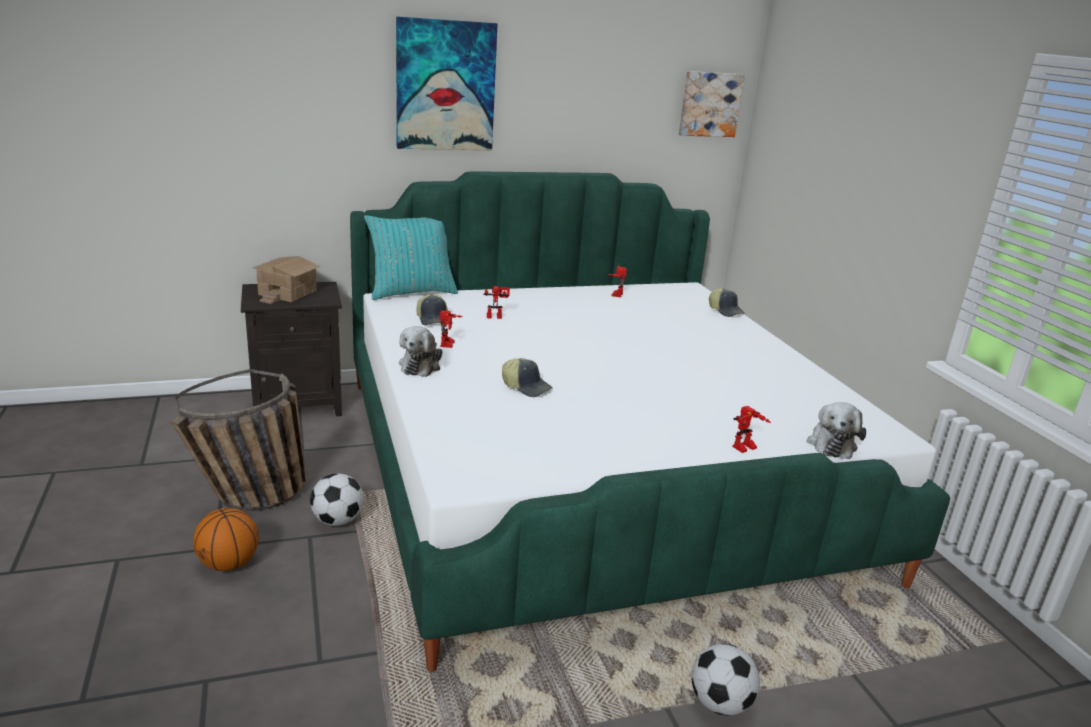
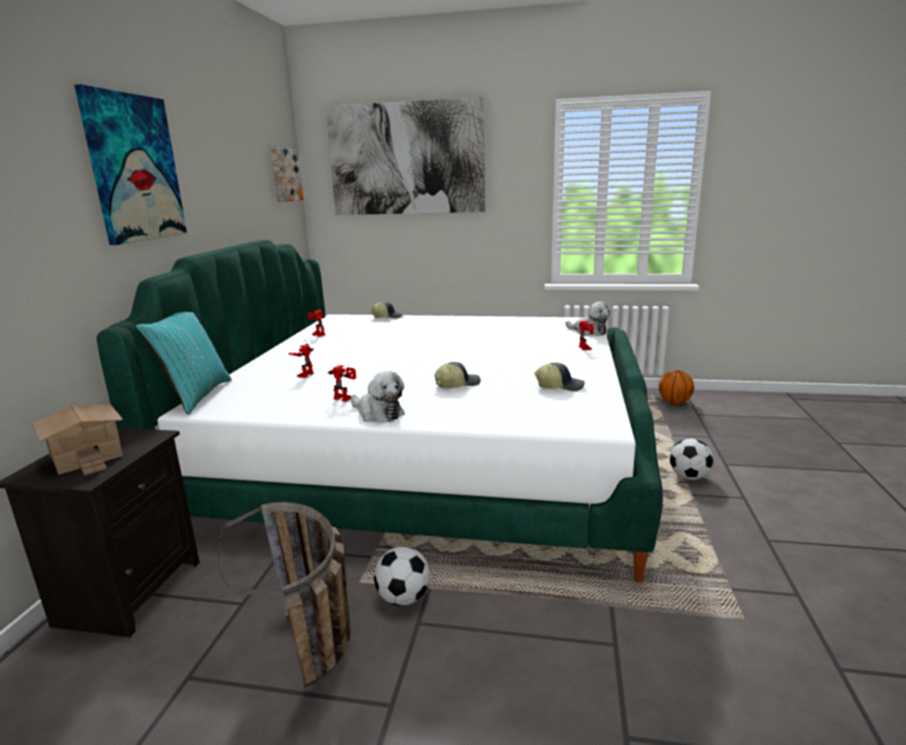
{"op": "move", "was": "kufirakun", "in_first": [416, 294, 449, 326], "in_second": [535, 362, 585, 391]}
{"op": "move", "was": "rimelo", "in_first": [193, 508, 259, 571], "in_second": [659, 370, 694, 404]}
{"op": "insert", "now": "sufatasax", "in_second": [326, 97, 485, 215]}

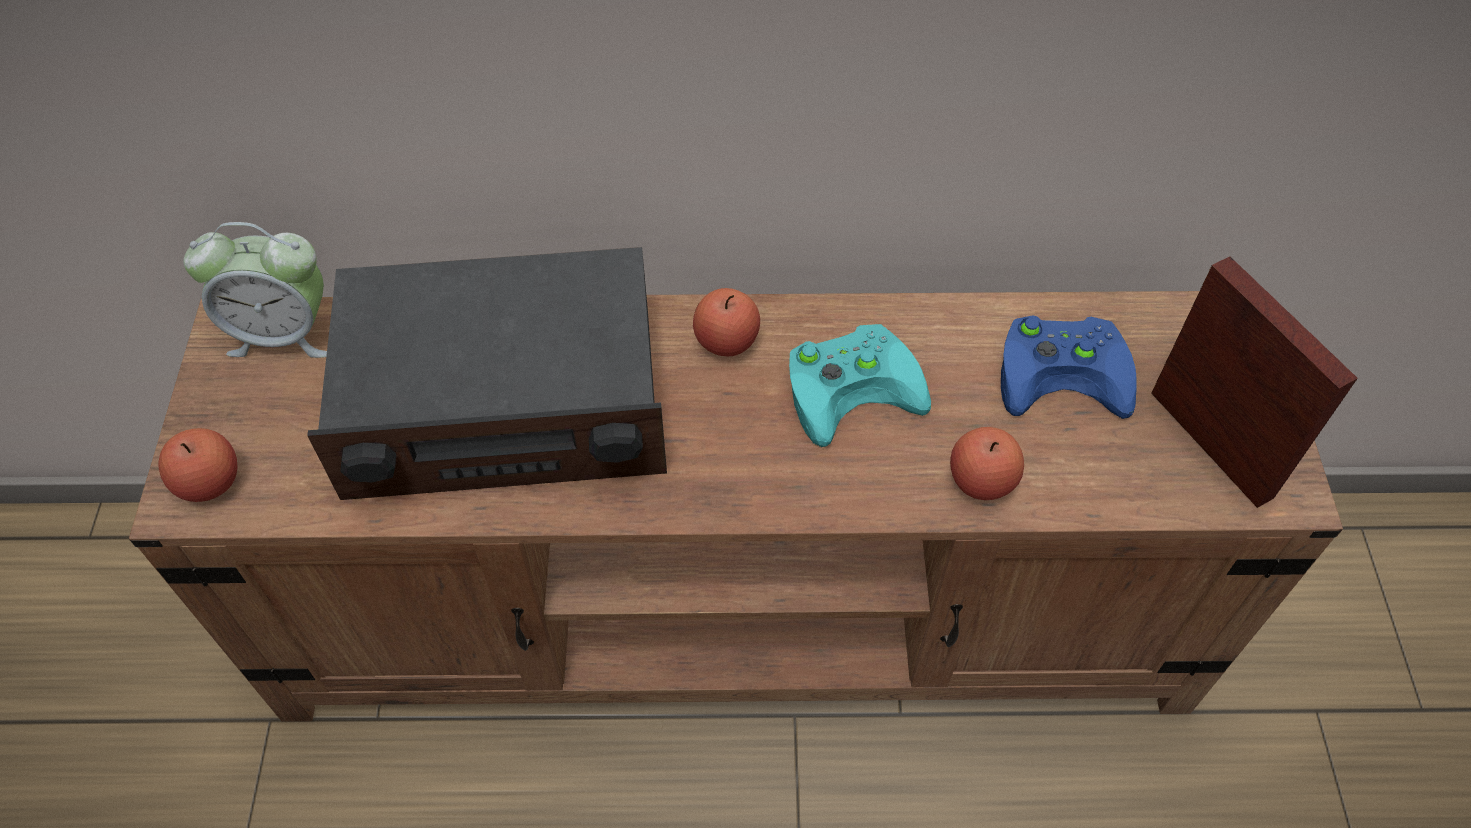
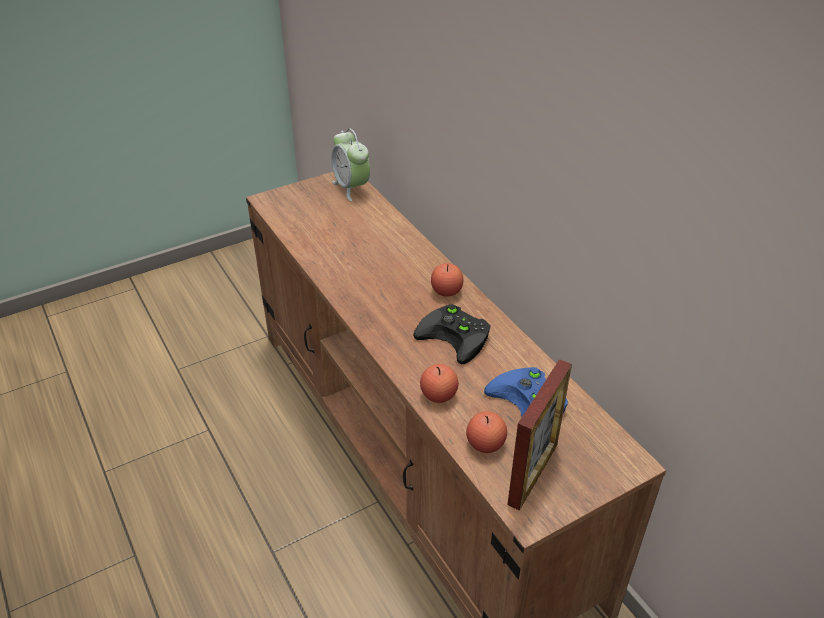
{"op": "delete", "was": "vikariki", "in_first": [307, 247, 667, 500]}
{"op": "recolor", "was": "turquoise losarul", "now": "black losarul", "in_first": [789, 324, 931, 447], "in_second": [413, 304, 491, 364]}
{"op": "move", "was": "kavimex", "in_first": [159, 428, 237, 502], "in_second": [466, 411, 507, 453]}

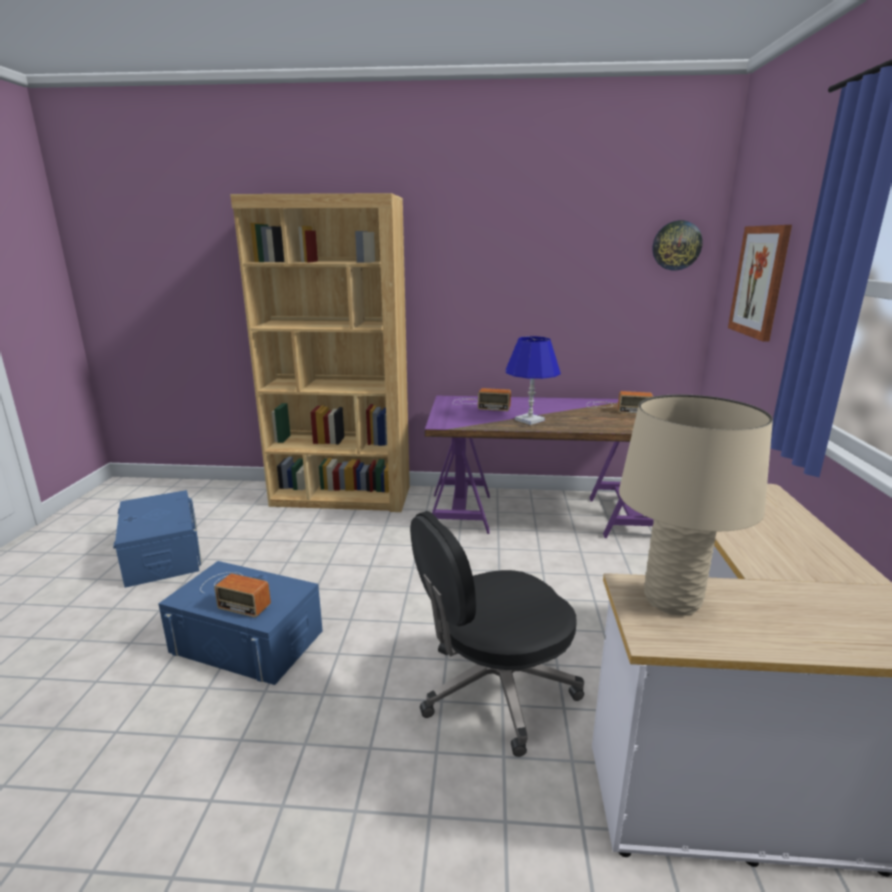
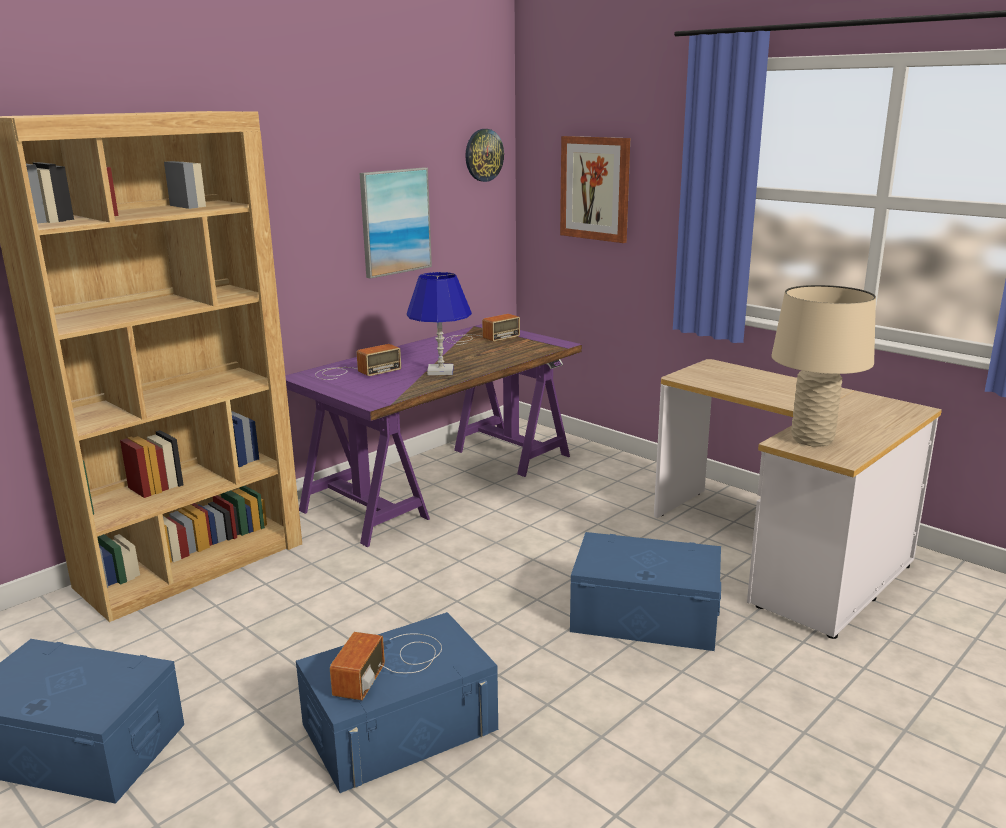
{"op": "replace", "was": "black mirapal", "now": "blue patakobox", "in_first": [410, 511, 584, 757], "in_second": [570, 532, 721, 651]}
{"op": "rotate", "was": "vikariki", "in_first": [200, 572, 271, 618], "in_second": [330, 632, 442, 700], "clockwise": 135}
{"op": "insert", "now": "sufatasax", "in_second": [360, 167, 432, 279]}

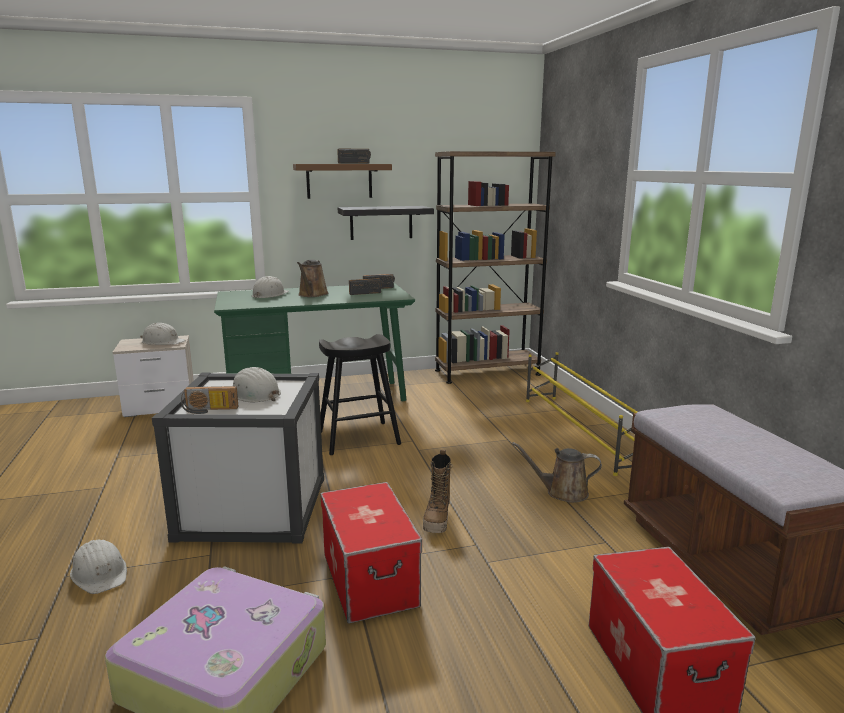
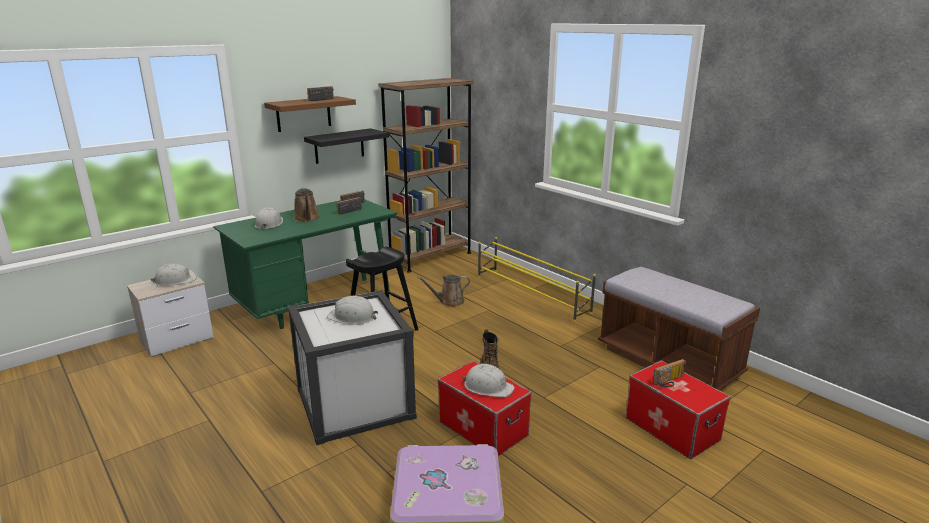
{"op": "move", "was": "vikariki", "in_first": [181, 386, 238, 414], "in_second": [653, 359, 686, 387]}
{"op": "move", "was": "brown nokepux", "in_first": [512, 442, 602, 503], "in_second": [417, 275, 470, 306]}
{"op": "move", "was": "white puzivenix", "in_first": [70, 540, 127, 594], "in_second": [462, 364, 515, 397]}

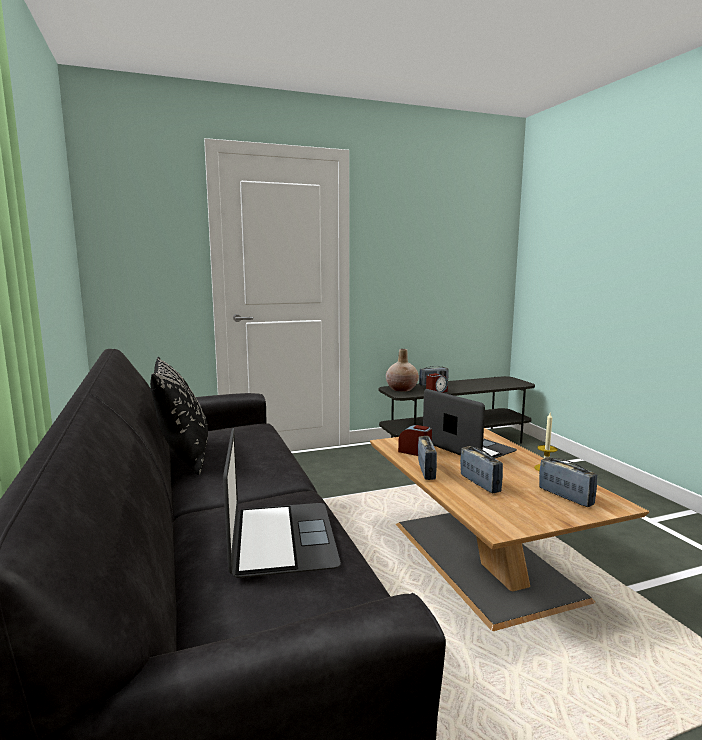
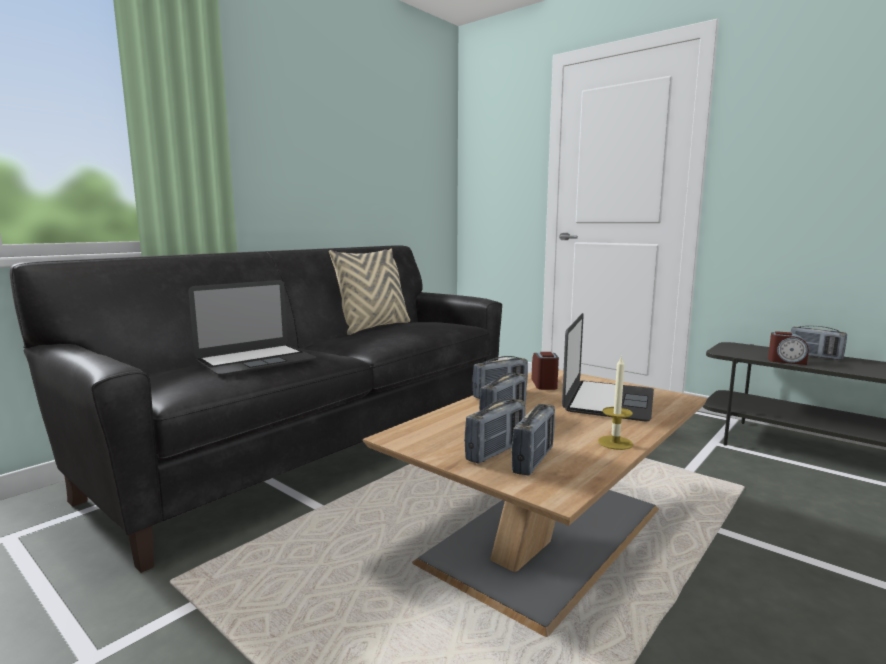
{"op": "delete", "was": "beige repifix", "in_first": [386, 349, 419, 391]}
{"op": "recolor", "was": "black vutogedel", "now": "beige vutogedel", "in_first": [150, 357, 208, 475], "in_second": [329, 249, 410, 335]}
{"op": "insert", "now": "vikariki", "in_second": [464, 398, 525, 464]}

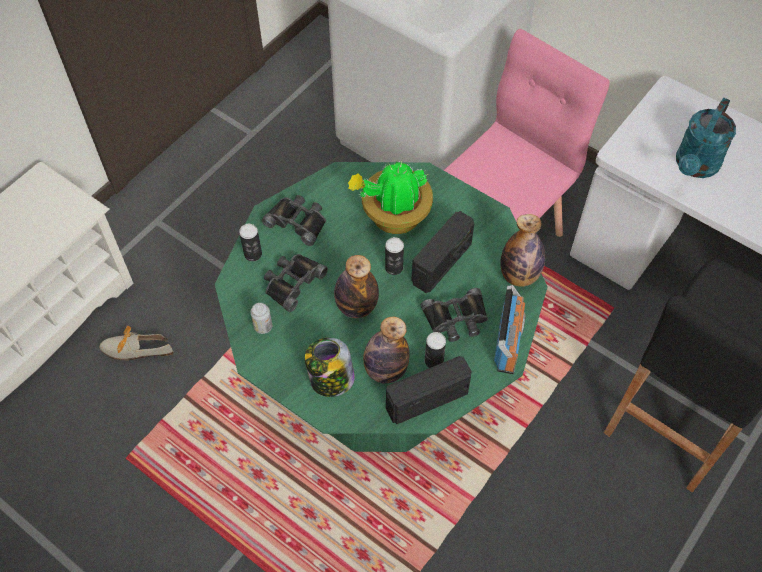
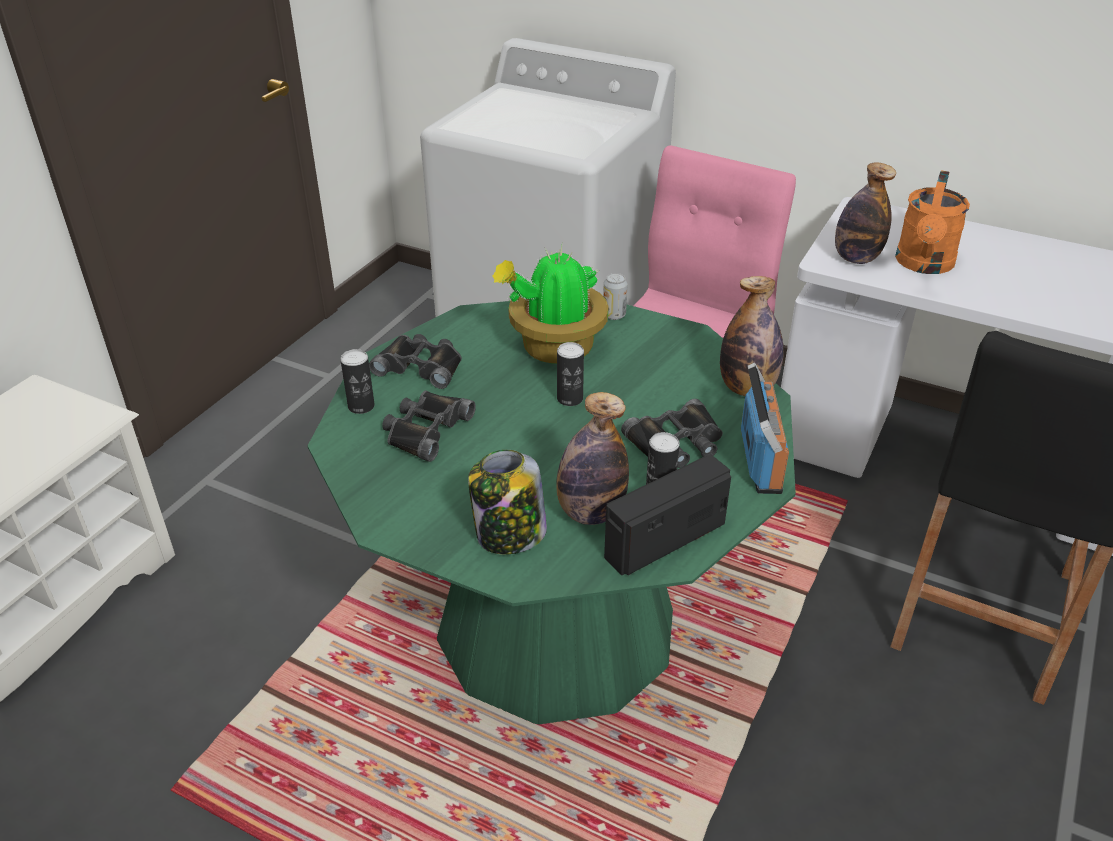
{"op": "recolor", "was": "turquoise nokepux", "now": "orange nokepux", "in_first": [676, 98, 736, 178], "in_second": [895, 170, 970, 274]}
{"op": "delete", "was": "vikariki", "in_first": [411, 211, 474, 293]}
{"op": "move", "was": "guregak", "in_first": [334, 255, 379, 318], "in_second": [835, 163, 896, 264]}
{"op": "move", "was": "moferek", "in_first": [251, 303, 272, 334], "in_second": [603, 273, 628, 320]}
{"op": "delete", "was": "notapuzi", "in_first": [99, 326, 173, 360]}

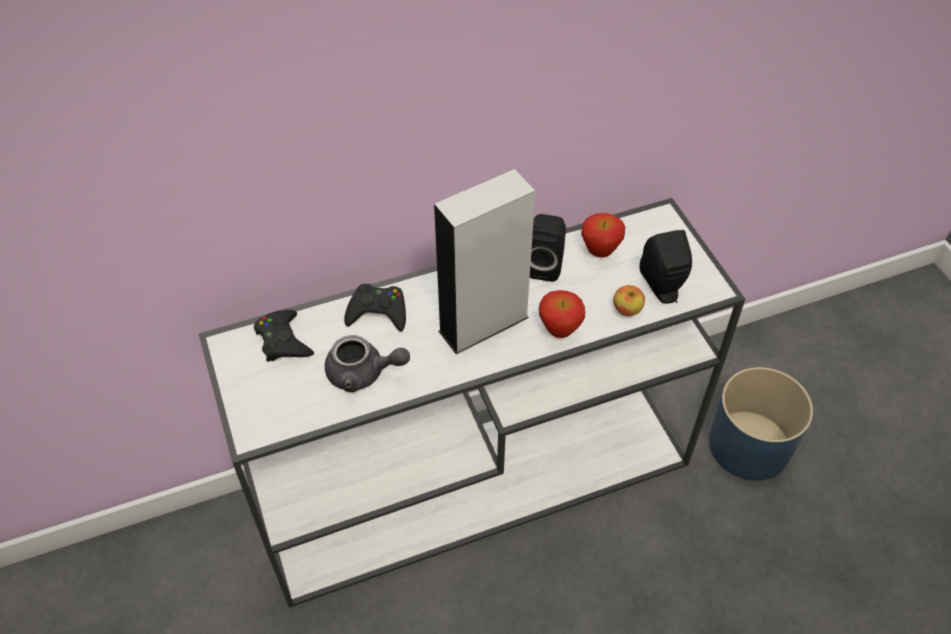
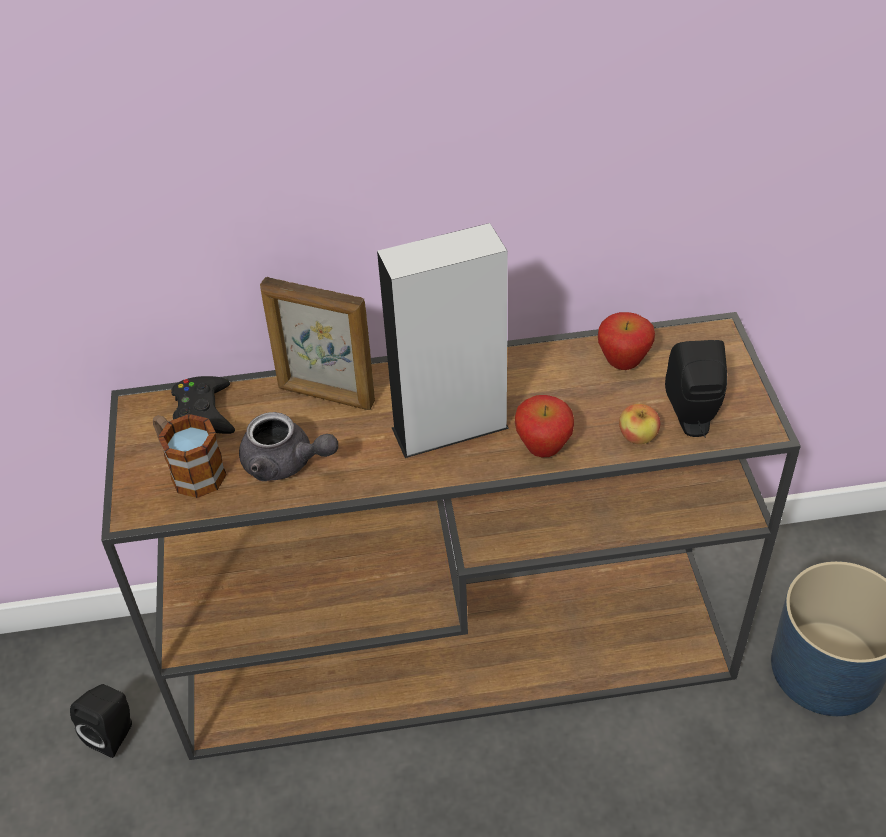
{"op": "recolor", "was": "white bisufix", "now": "brown bisufix", "in_first": [199, 198, 745, 608], "in_second": [101, 312, 801, 760]}
{"op": "move", "was": "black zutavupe", "in_first": [530, 214, 566, 282], "in_second": [70, 684, 132, 758]}
{"op": "replace", "was": "black losarul", "now": "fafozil", "in_first": [344, 284, 406, 332], "in_second": [260, 277, 375, 410]}
{"op": "insert", "now": "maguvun", "in_second": [153, 414, 227, 498]}

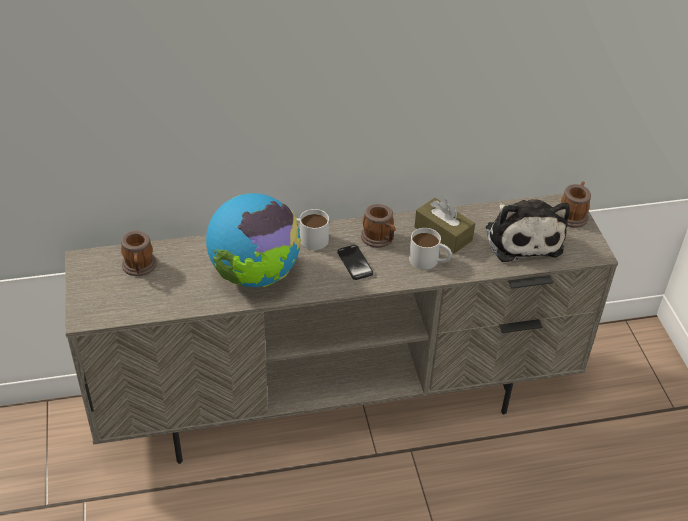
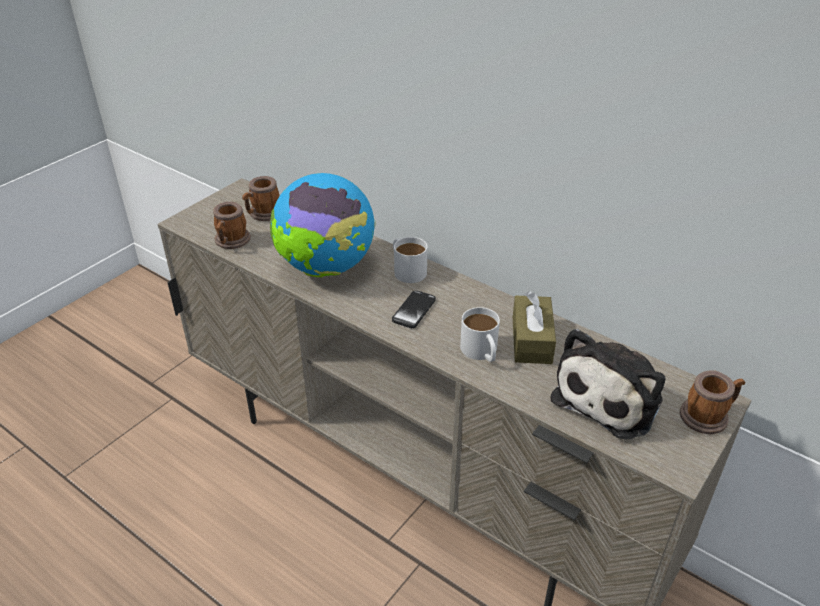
{"op": "move", "was": "maguvun", "in_first": [361, 204, 396, 248], "in_second": [213, 202, 251, 249]}

